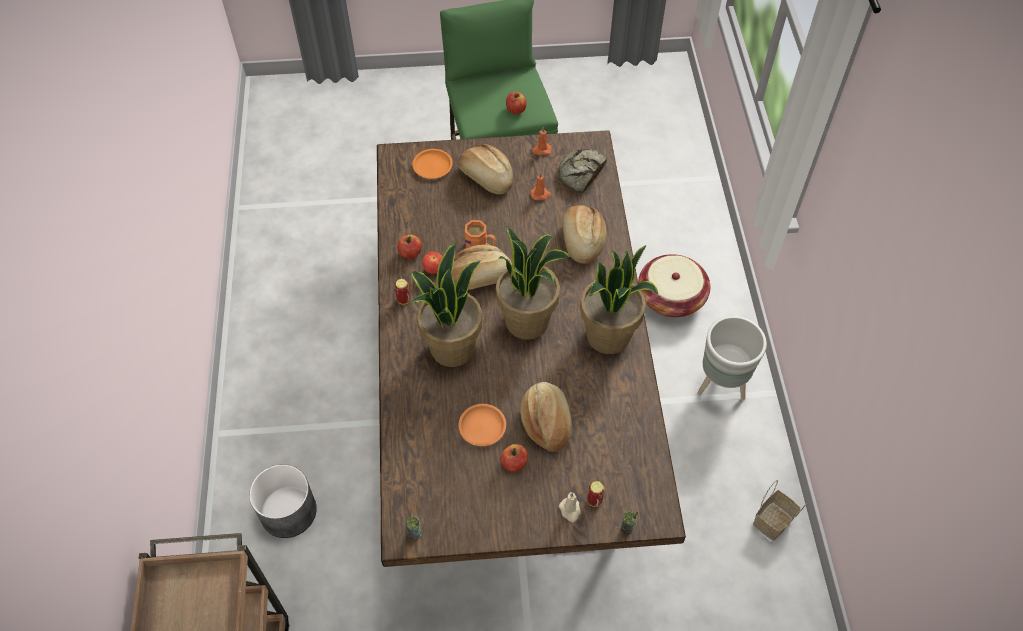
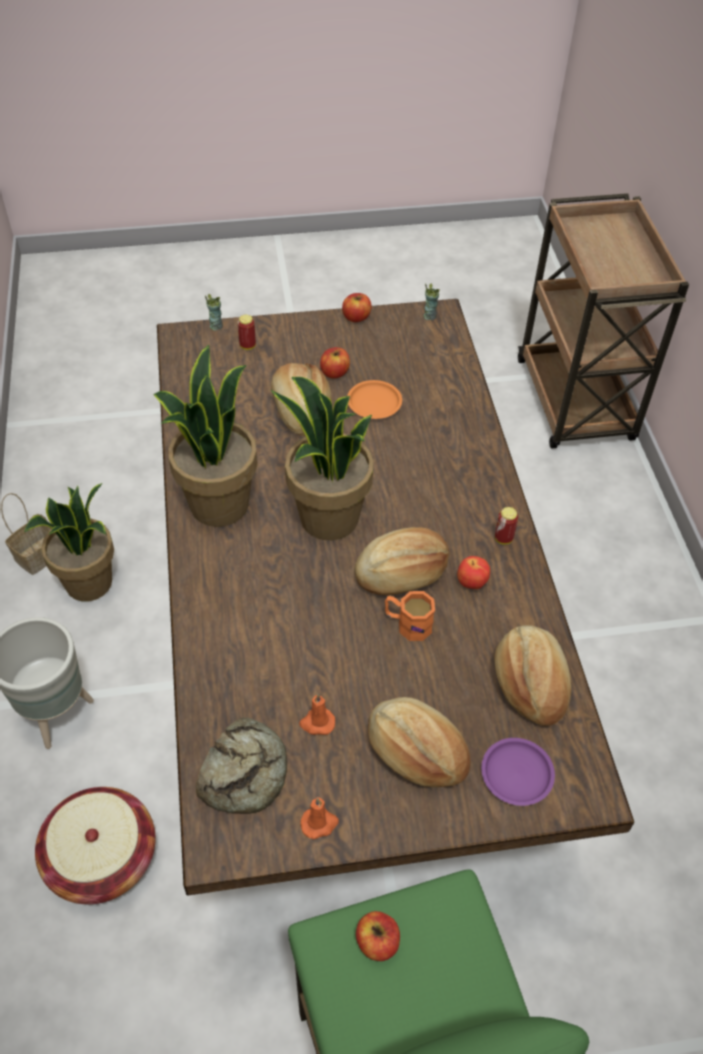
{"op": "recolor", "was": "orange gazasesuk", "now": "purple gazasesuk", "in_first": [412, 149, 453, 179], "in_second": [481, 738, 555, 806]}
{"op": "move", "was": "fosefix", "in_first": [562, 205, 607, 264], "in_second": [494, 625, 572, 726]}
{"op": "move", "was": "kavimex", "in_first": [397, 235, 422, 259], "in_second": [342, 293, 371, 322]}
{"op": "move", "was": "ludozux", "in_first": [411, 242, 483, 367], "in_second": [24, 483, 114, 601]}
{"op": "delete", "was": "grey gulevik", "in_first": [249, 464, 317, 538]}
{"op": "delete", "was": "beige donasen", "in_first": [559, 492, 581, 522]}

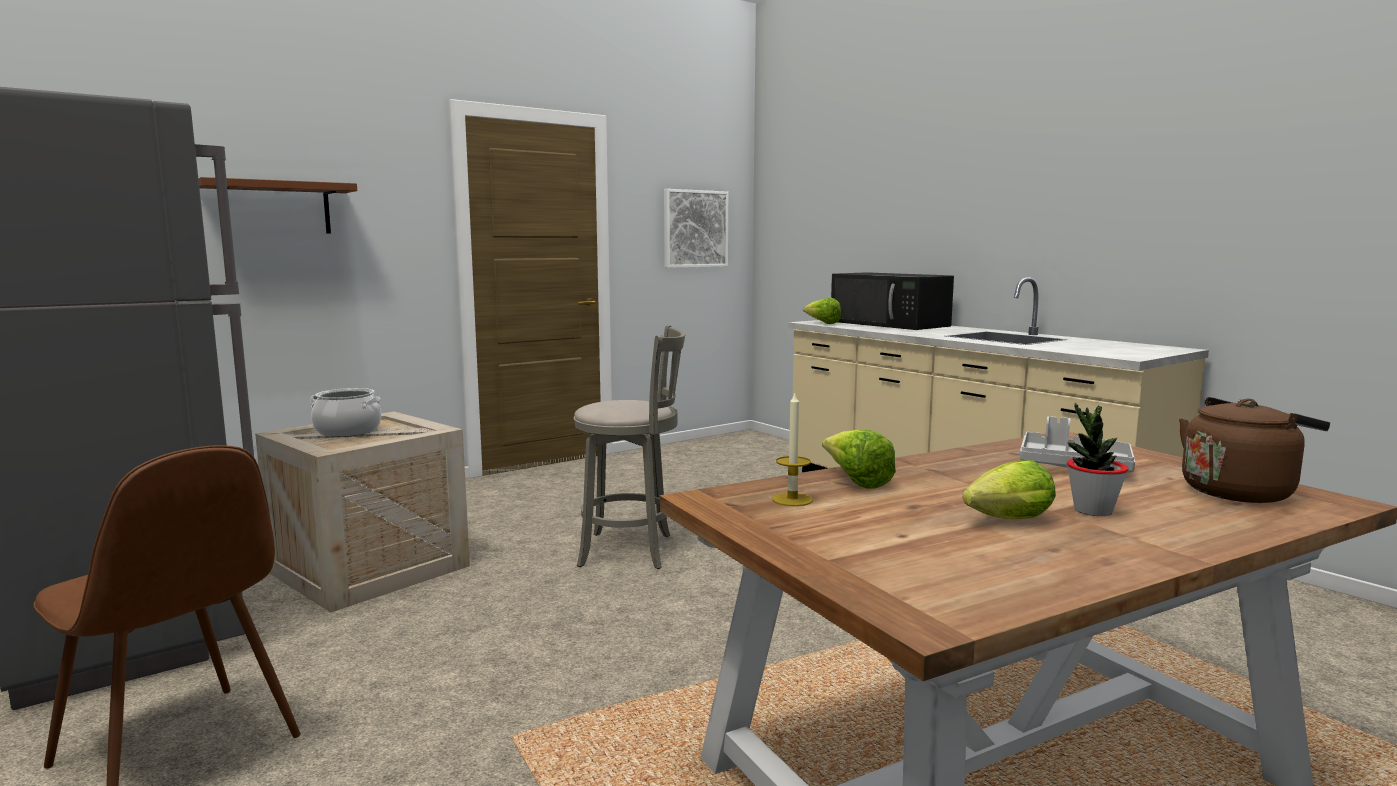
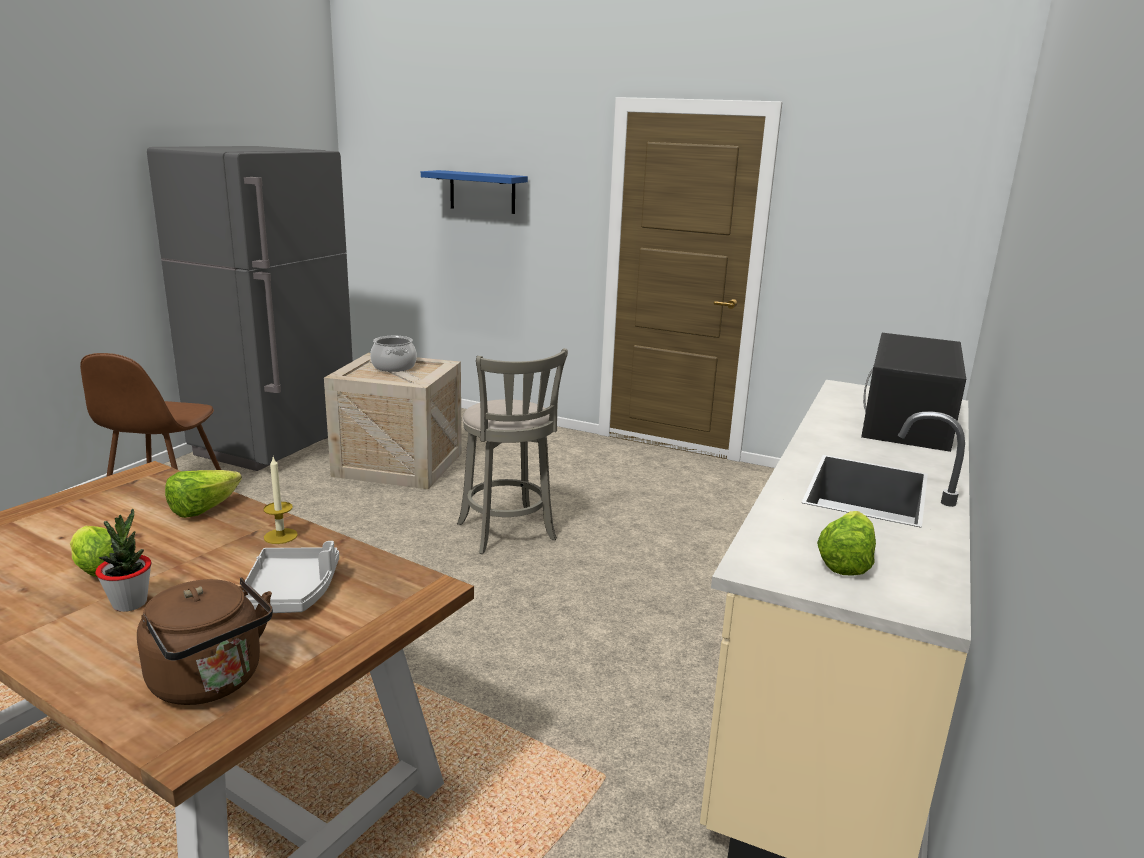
{"op": "recolor", "was": "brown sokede", "now": "blue sokede", "in_first": [198, 177, 357, 233], "in_second": [421, 170, 528, 214]}
{"op": "delete", "was": "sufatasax", "in_first": [664, 189, 728, 268]}
{"op": "move", "was": "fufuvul", "in_first": [803, 297, 841, 324], "in_second": [817, 511, 876, 576]}
{"op": "move", "was": "donasen", "in_first": [772, 393, 813, 506], "in_second": [263, 457, 298, 544]}

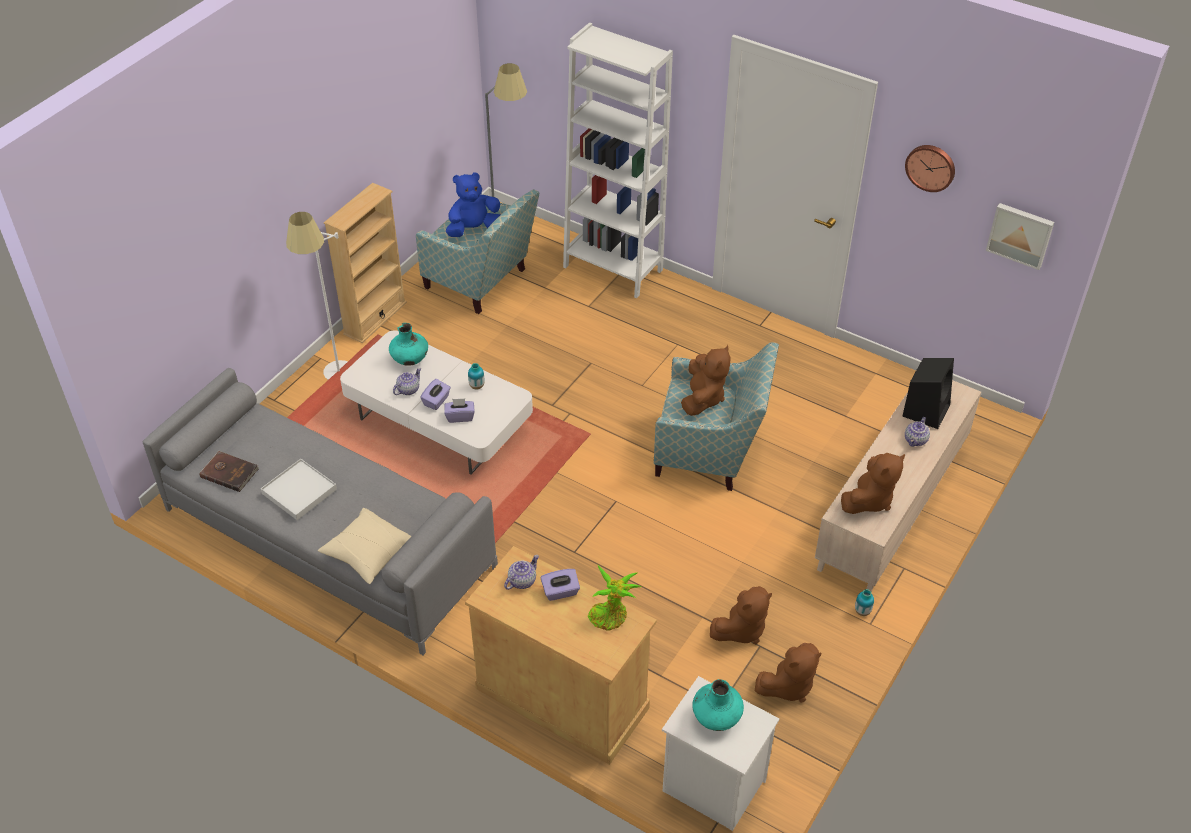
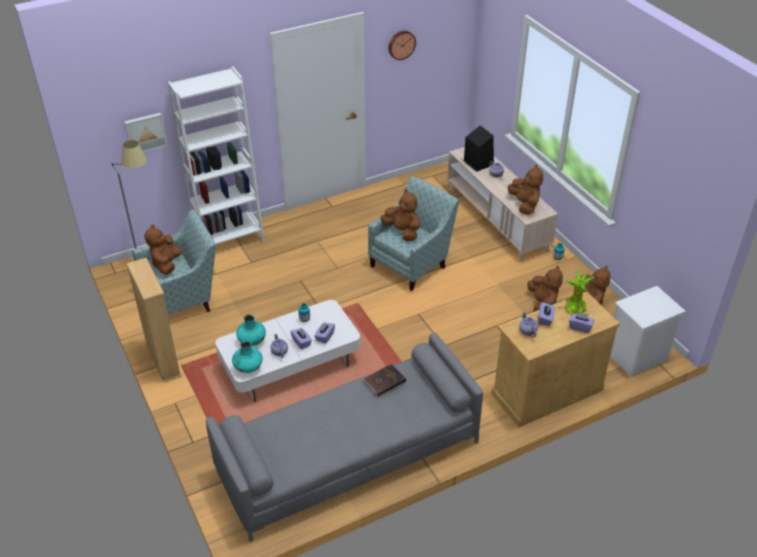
{"op": "recolor", "was": "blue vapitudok", "now": "brown vapitudok", "in_first": [446, 172, 501, 237], "in_second": [144, 224, 182, 275]}
{"op": "move", "was": "sufatasax", "in_first": [986, 203, 1054, 270], "in_second": [124, 113, 167, 152]}
{"op": "delete", "was": "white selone", "in_first": [286, 212, 347, 380]}
{"op": "move", "was": "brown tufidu", "in_first": [200, 450, 259, 492], "in_second": [363, 364, 406, 396]}
{"op": "delete", "was": "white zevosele", "in_first": [261, 459, 337, 520]}
{"op": "delete", "was": "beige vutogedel", "in_first": [318, 508, 412, 584]}
{"op": "move", "was": "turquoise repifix", "in_first": [692, 679, 744, 731], "in_second": [232, 340, 263, 373]}
{"op": "insert", "now": "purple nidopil", "in_second": [569, 312, 594, 333]}

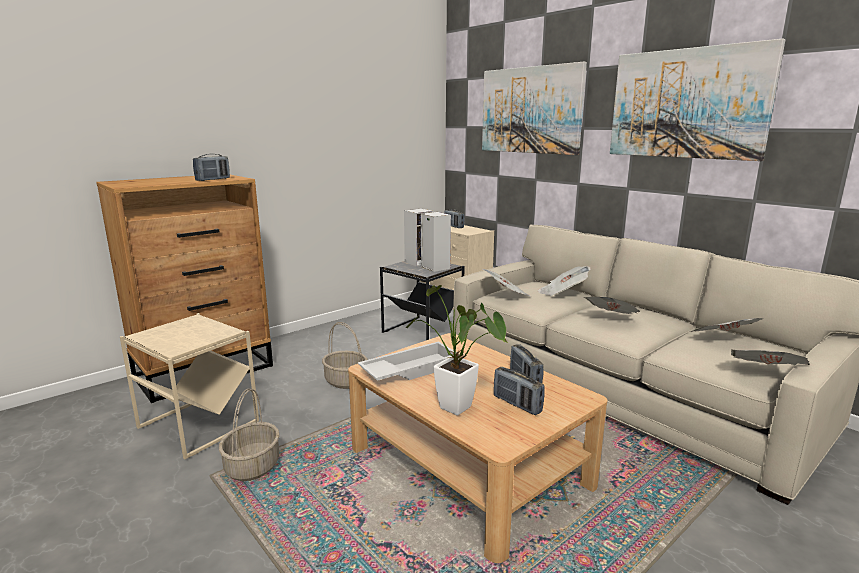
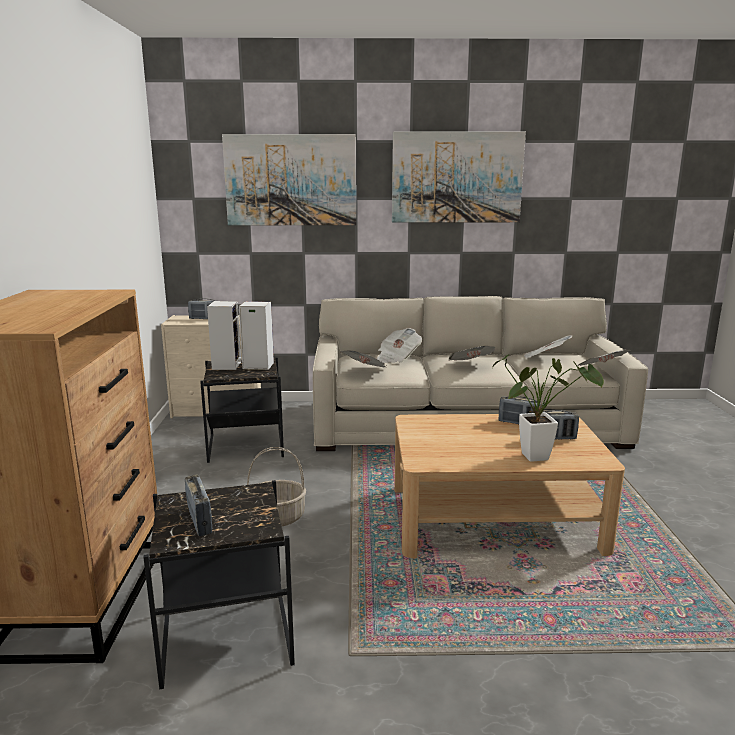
{"op": "move", "was": "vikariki", "in_first": [193, 154, 230, 181], "in_second": [185, 475, 212, 536]}
{"op": "recolor", "was": "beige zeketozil", "now": "black zeketozil", "in_first": [120, 313, 259, 459], "in_second": [143, 480, 295, 689]}
{"op": "delete", "was": "white zevosele", "in_first": [358, 341, 460, 381]}
{"op": "delete", "was": "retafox", "in_first": [219, 388, 280, 481]}

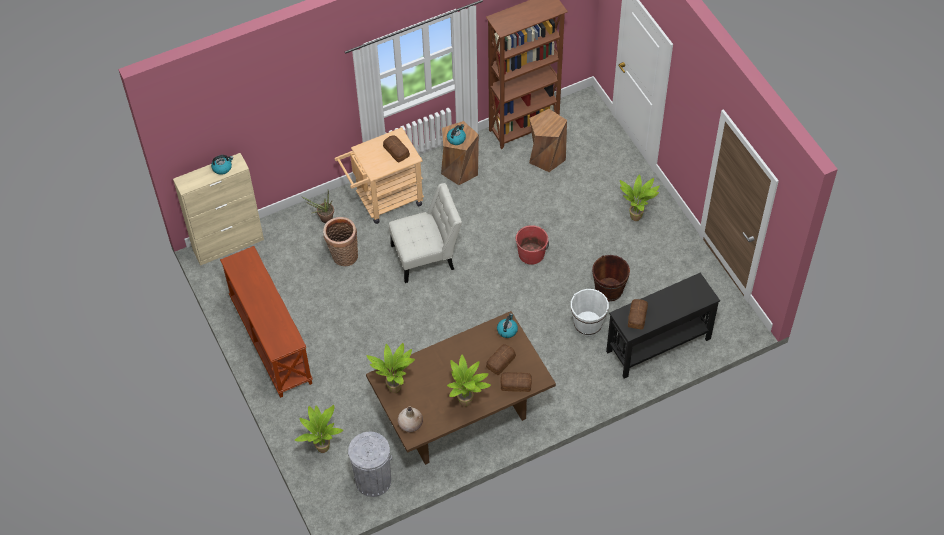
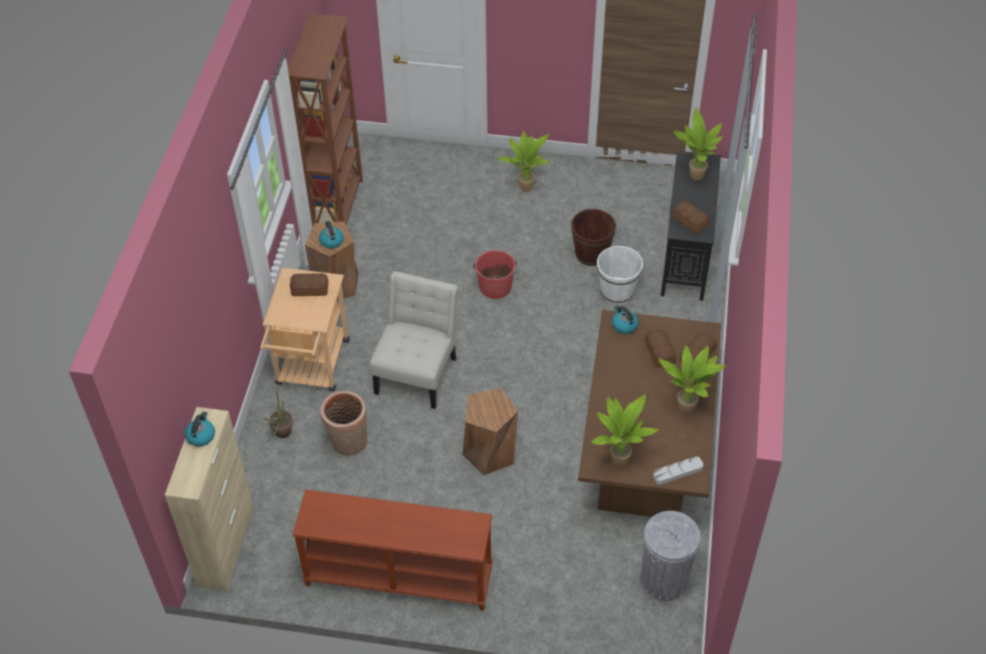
{"op": "move", "was": "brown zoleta", "in_first": [529, 109, 567, 172], "in_second": [463, 388, 518, 475]}
{"op": "move", "was": "ludozux", "in_first": [295, 405, 343, 453], "in_second": [674, 108, 723, 181]}
{"op": "replace", "was": "beige repifix", "now": "grey zevosele", "in_first": [398, 407, 423, 432], "in_second": [653, 456, 703, 485]}

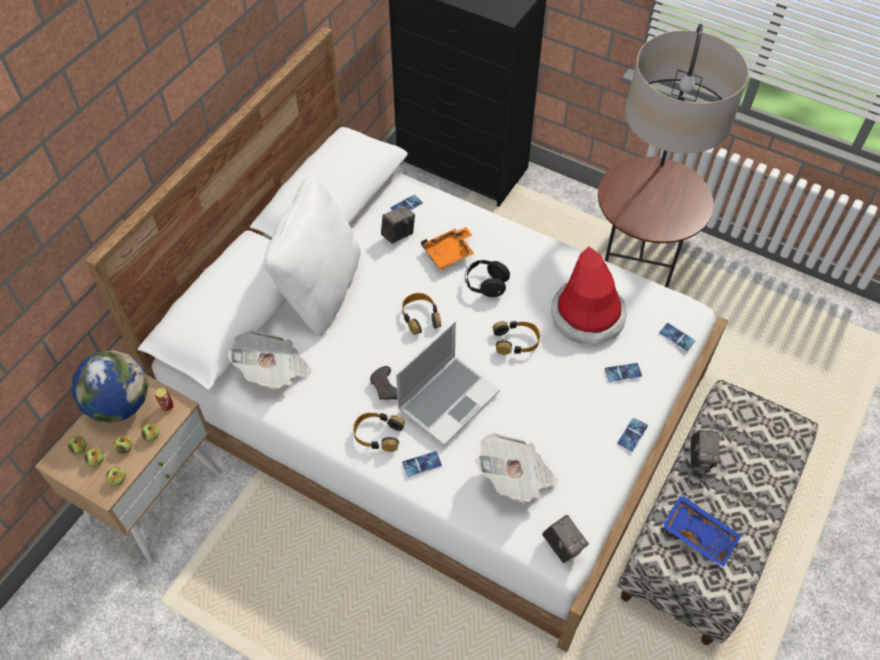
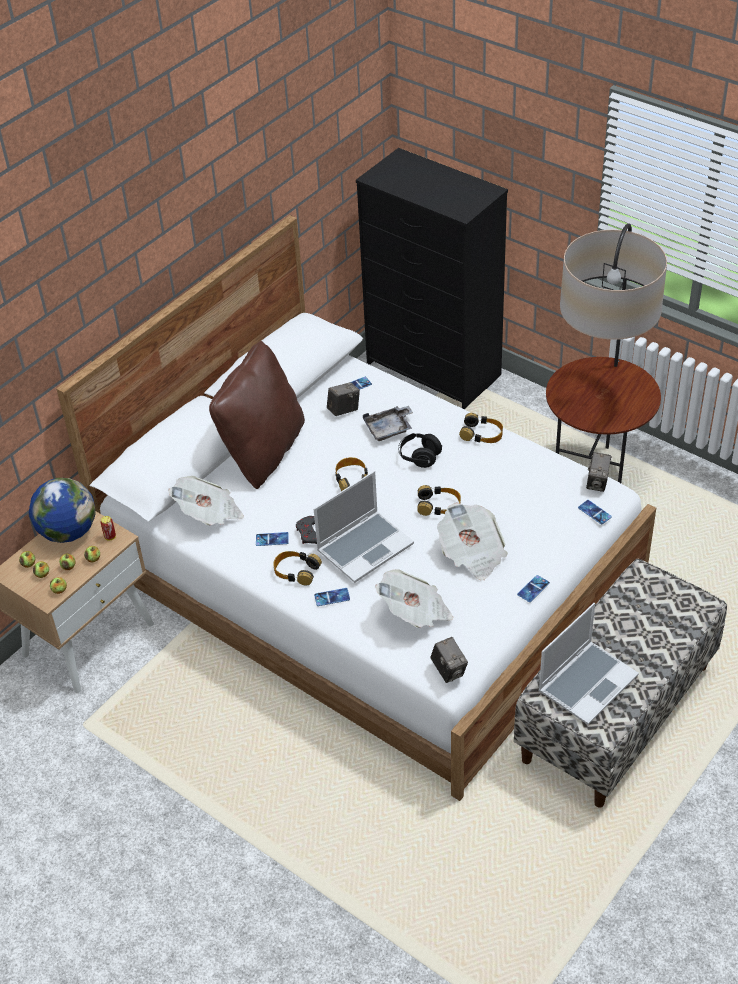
{"op": "recolor", "was": "white vutogedel", "now": "brown vutogedel", "in_first": [264, 175, 361, 336], "in_second": [209, 341, 305, 489]}
{"op": "recolor", "was": "orange zevosele", "now": "grey zevosele", "in_first": [421, 227, 474, 270], "in_second": [363, 406, 413, 441]}
{"op": "delete", "was": "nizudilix", "in_first": [551, 247, 627, 344]}
{"op": "move", "was": "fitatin", "in_first": [605, 363, 642, 382], "in_second": [256, 532, 289, 546]}
{"op": "move", "was": "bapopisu", "in_first": [691, 430, 719, 470], "in_second": [586, 452, 611, 492]}
{"op": "replace", "was": "blue zevosele", "now": "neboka", "in_first": [661, 495, 741, 568], "in_second": [538, 603, 639, 725]}
{"op": "insert", "now": "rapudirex", "in_second": [459, 413, 503, 443]}
{"op": "insert", "now": "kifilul", "in_second": [437, 502, 508, 580]}

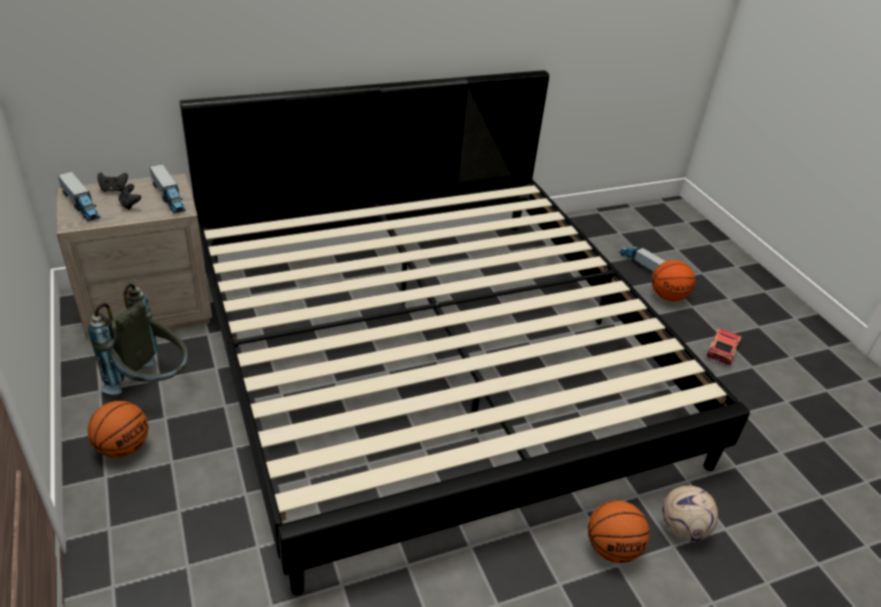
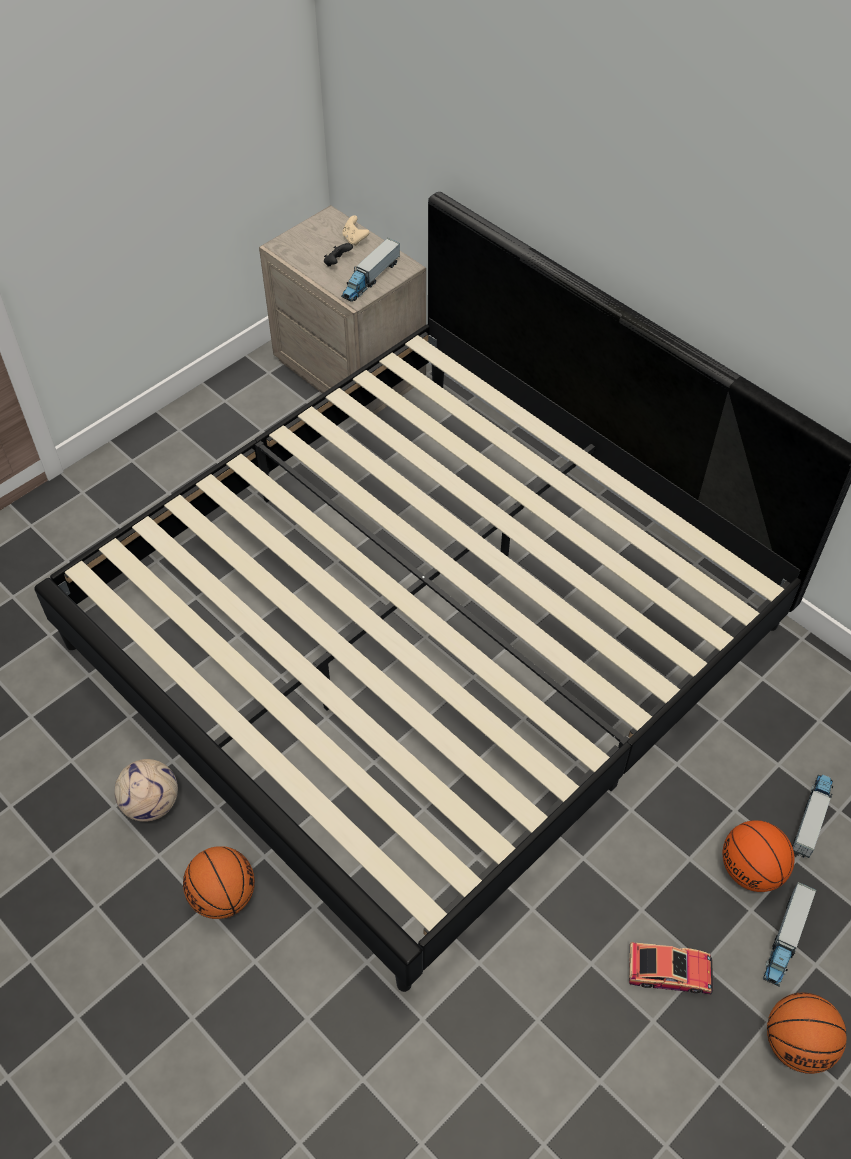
{"op": "move", "was": "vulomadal", "in_first": [57, 171, 101, 221], "in_second": [763, 882, 816, 987]}
{"op": "recolor", "was": "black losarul", "now": "beige losarul", "in_first": [97, 172, 128, 192], "in_second": [342, 215, 370, 246]}
{"op": "delete", "was": "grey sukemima", "in_first": [88, 284, 188, 394]}
{"op": "move", "was": "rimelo", "in_first": [87, 401, 148, 458], "in_second": [767, 992, 847, 1074]}
{"op": "move", "was": "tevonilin", "in_first": [662, 485, 718, 541], "in_second": [114, 759, 178, 822]}

